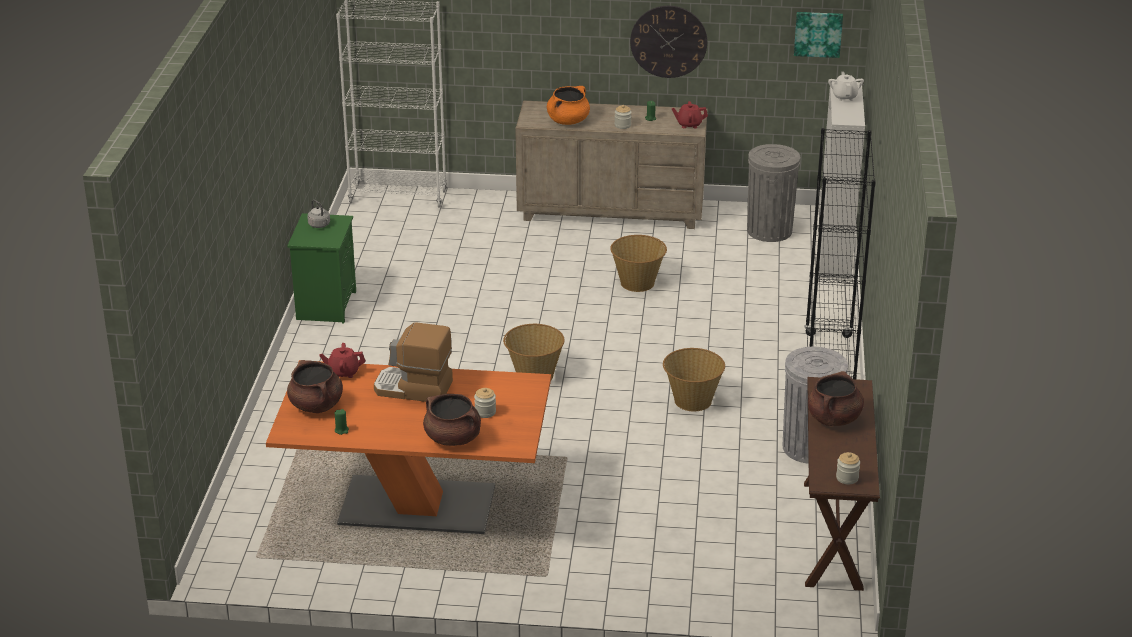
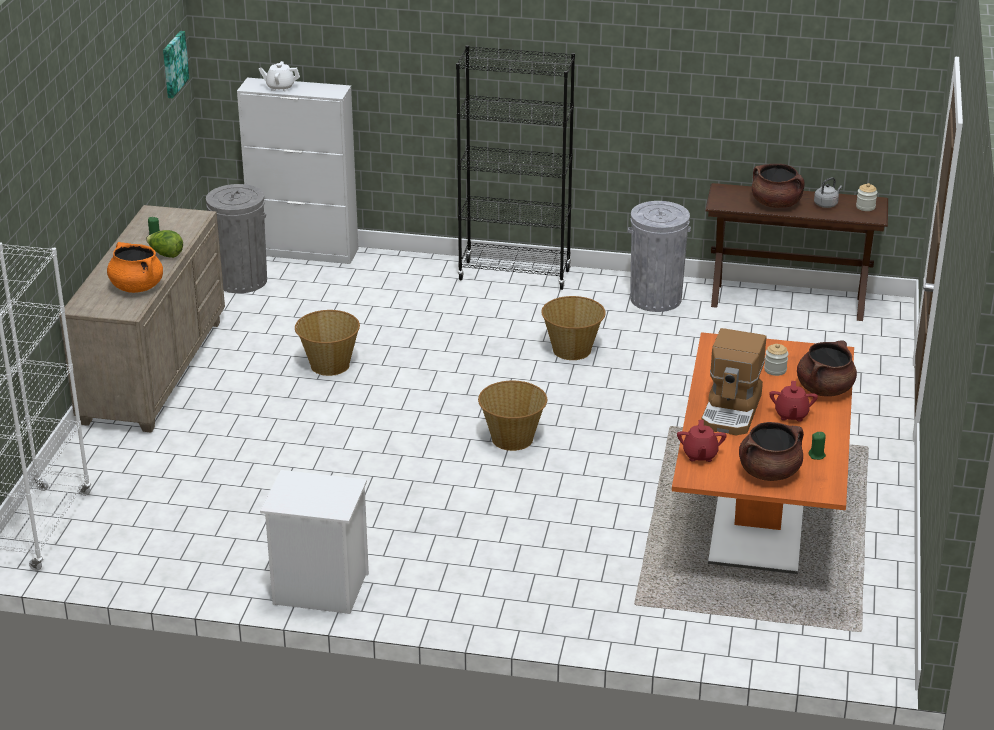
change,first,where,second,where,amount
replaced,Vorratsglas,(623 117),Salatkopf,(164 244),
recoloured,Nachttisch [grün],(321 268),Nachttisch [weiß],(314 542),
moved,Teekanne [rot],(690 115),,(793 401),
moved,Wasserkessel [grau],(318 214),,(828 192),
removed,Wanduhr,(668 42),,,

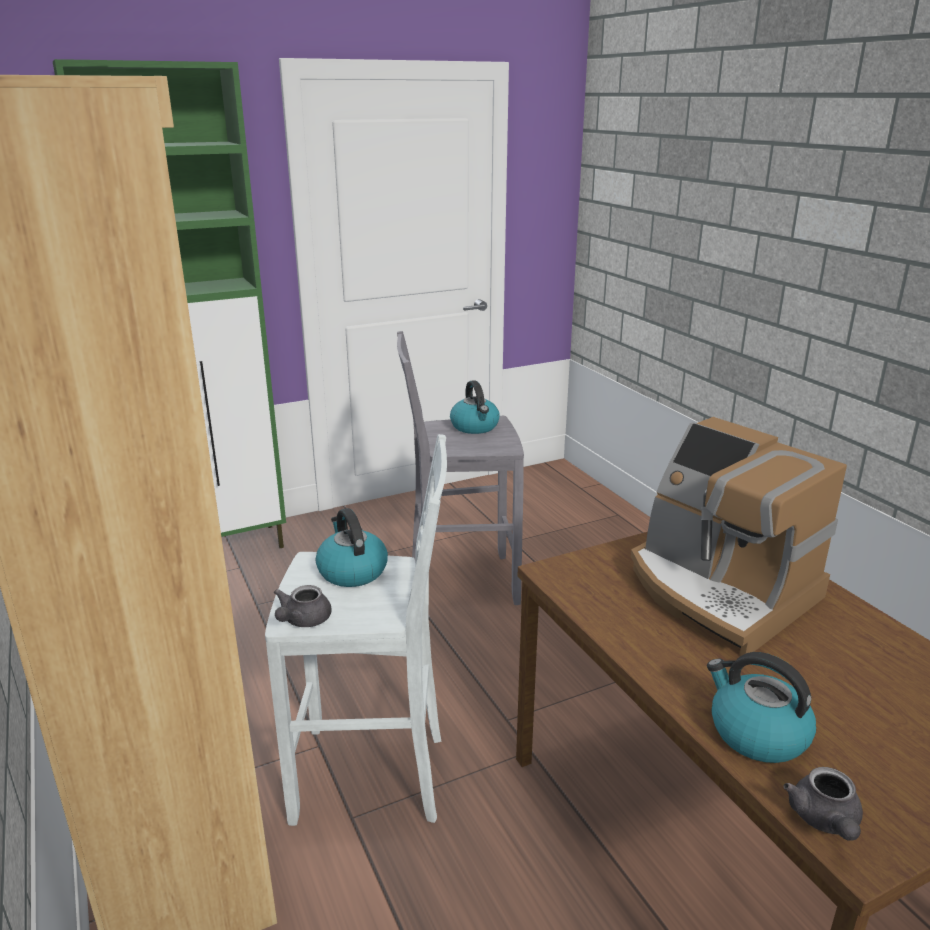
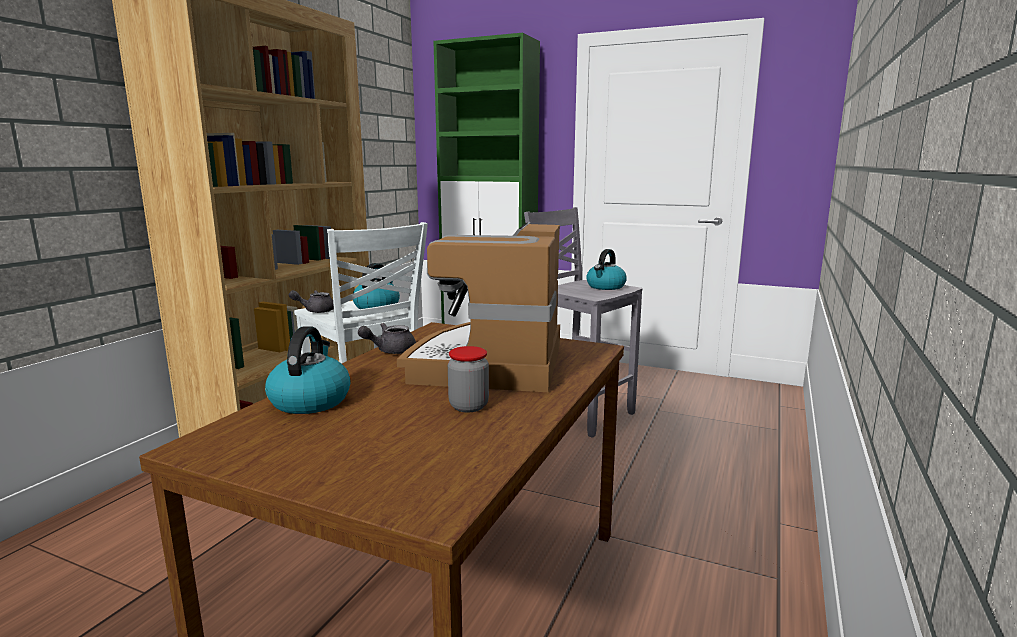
change,first,where,second,where,amount
moved,Teekanne [grau],(823 804),,(387 338),
added,,,Vorratsglas,(468 379),

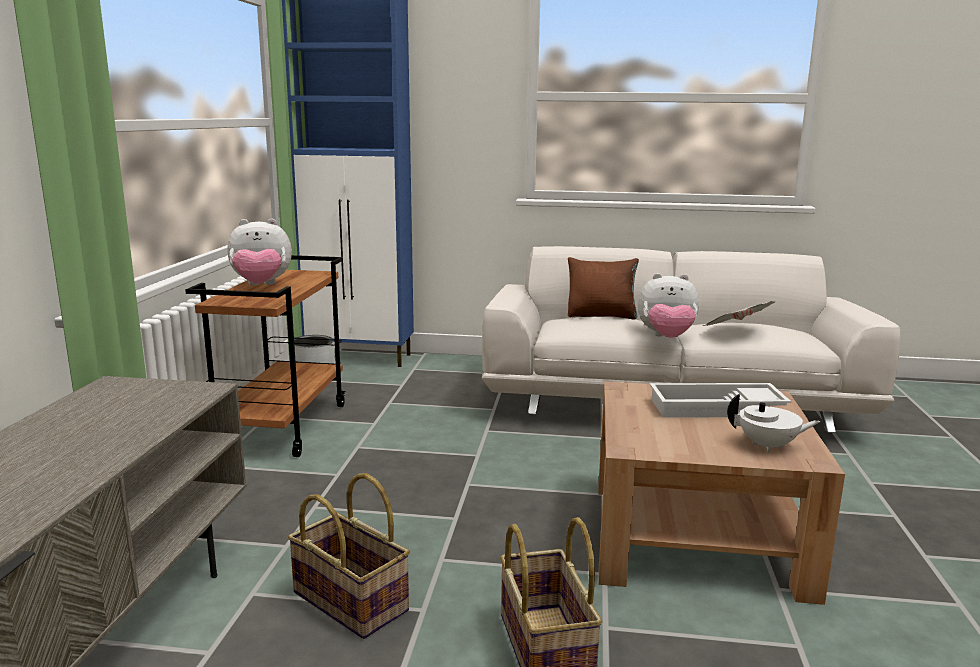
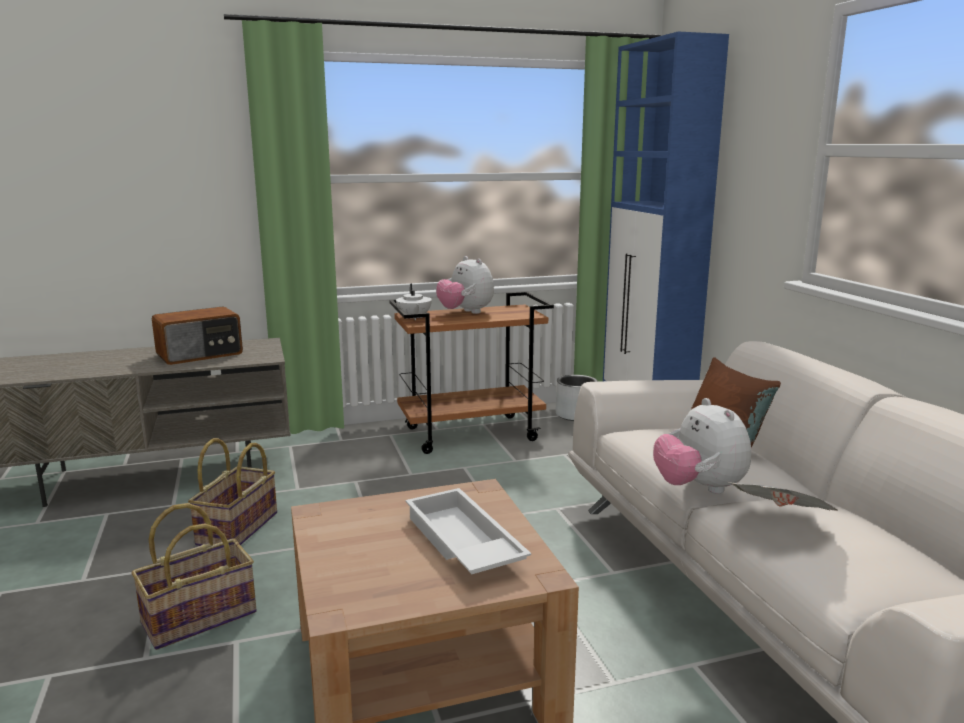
change,first,where,second,where,amount
added,,,Radio,(197 336),
moved,Teekanne [weiß],(774 423),,(414 302),

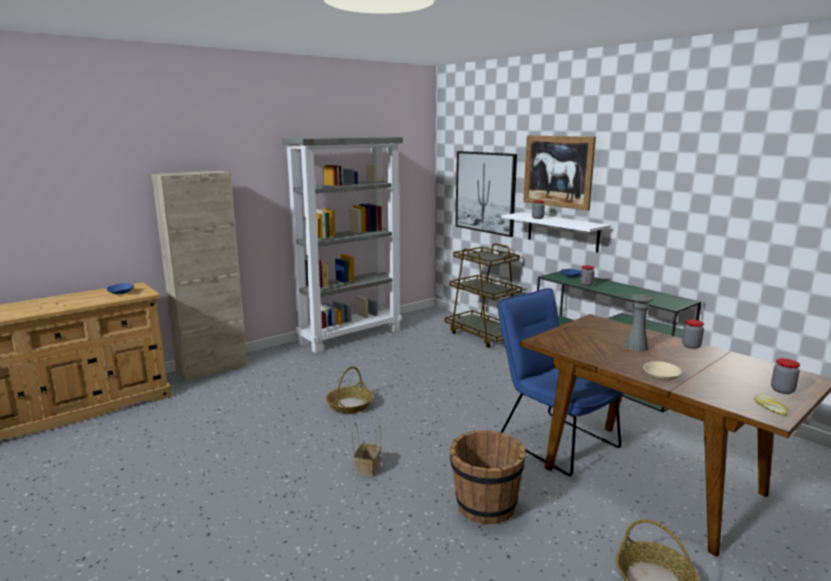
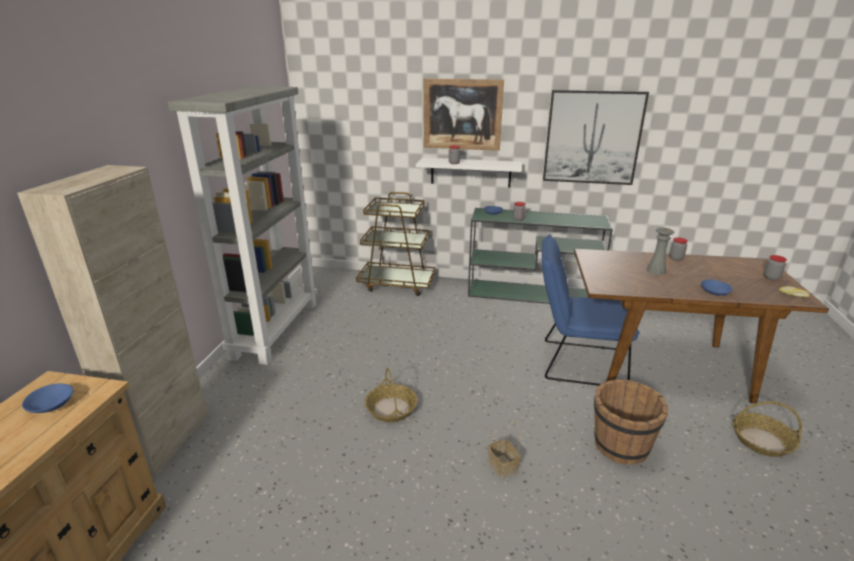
change,first,where,second,where,amount
moved,Bild,(486 194),,(596 137),
recoloured,Schüssel [beige],(662 371),Schüssel [blau],(717 288),

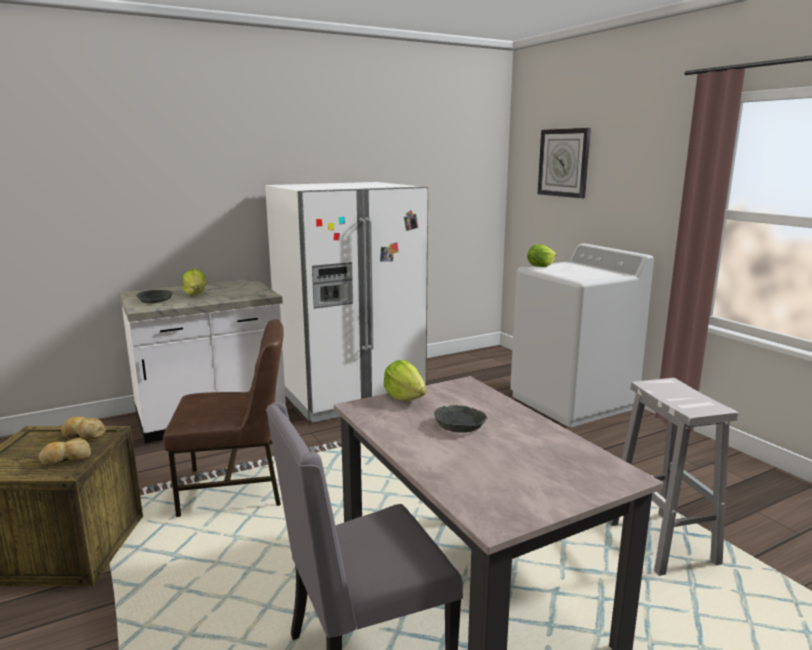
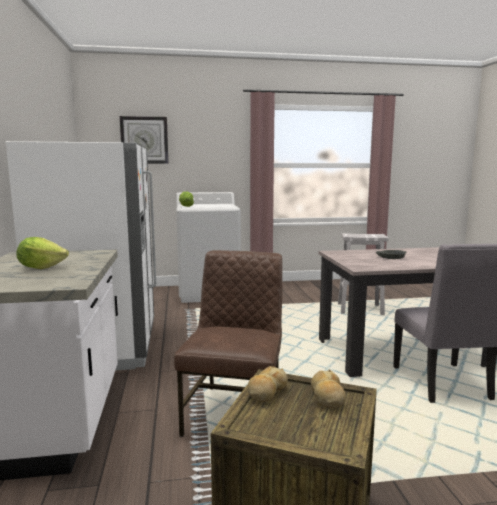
change,first,where,second,where,amount
removed,Schüssel [grau],(154 296),,,
removed,Salatkopf,(405 380),,,

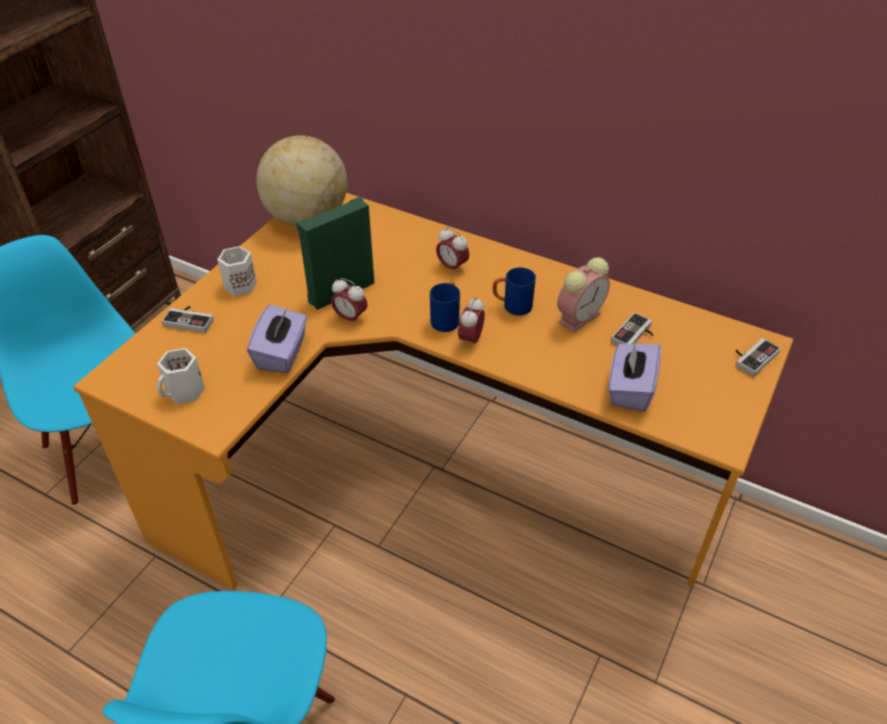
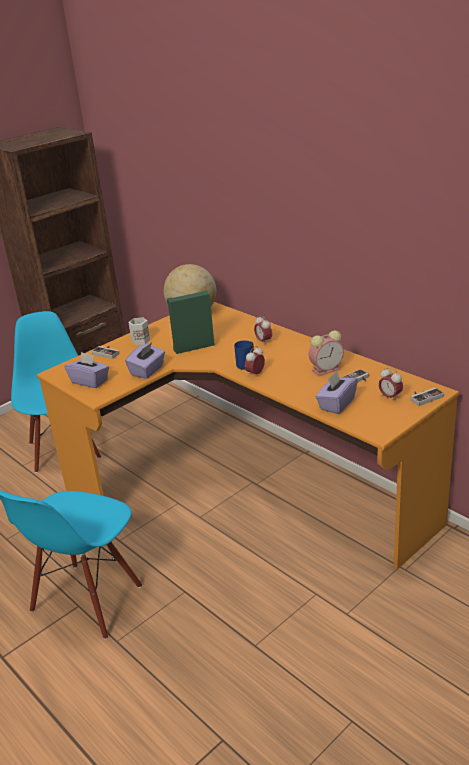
change,first,where,second,where,amount
replaced,Henkelbecher [weiß],(181 376),Taschentuchbox [lila],(87 370),
moved,Wecker,(349 302),,(391 384),
removed,Henkelbecher [blau],(514 292),,,

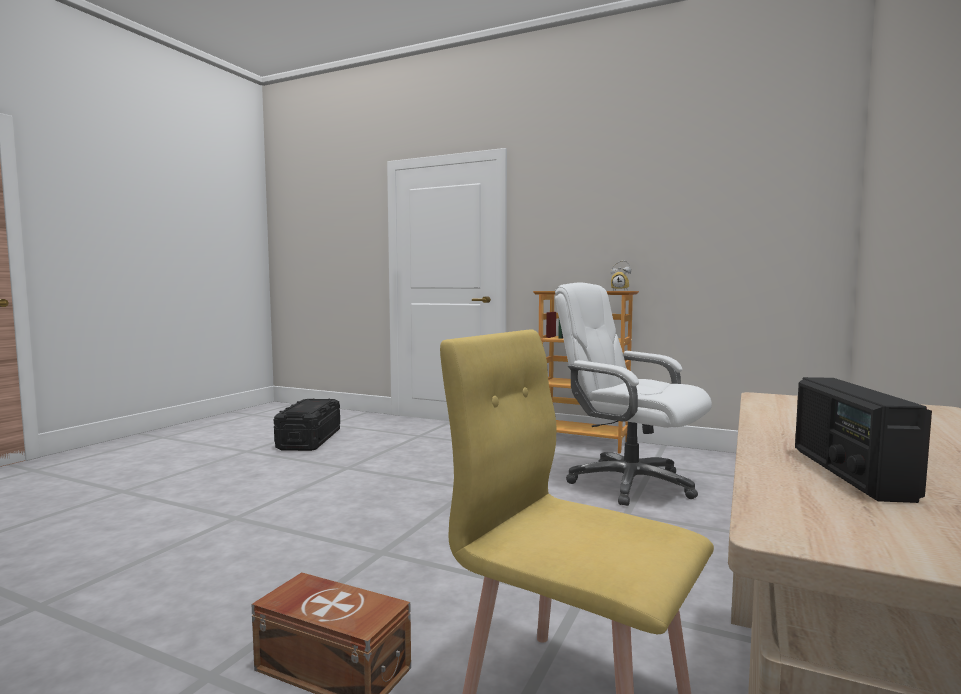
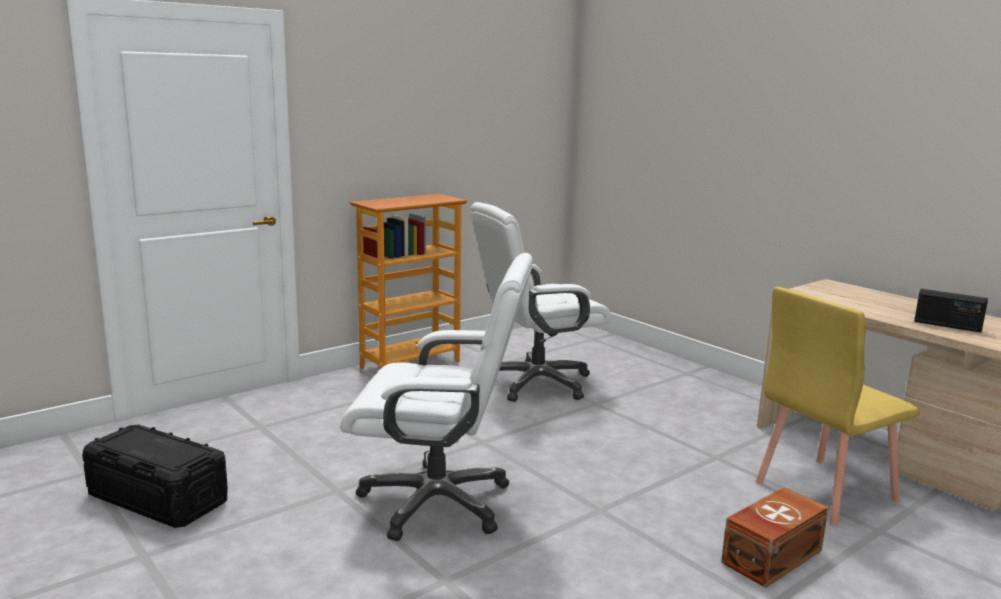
change,first,where,second,where,amount
added,,,Bürostuhl [weiß],(437 397),
removed,Wecker,(621 275),,,

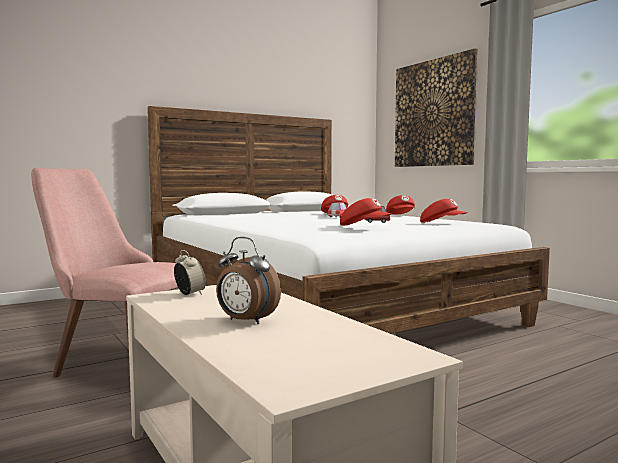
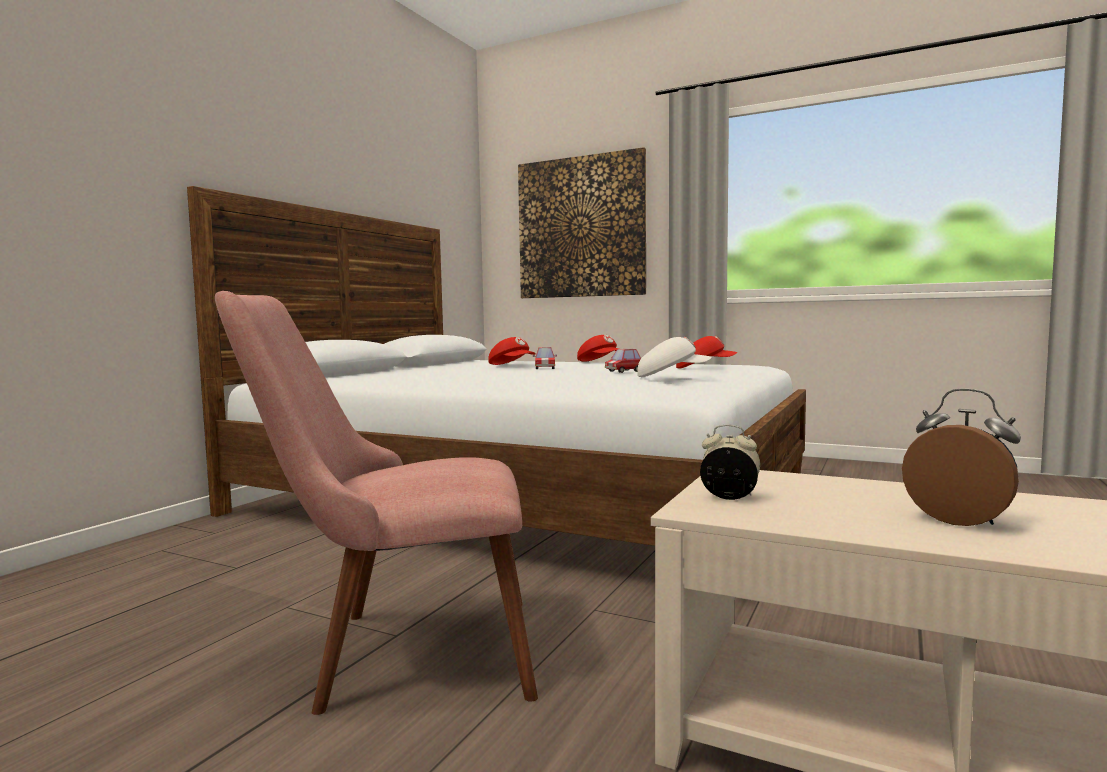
change,first,where,second,where,amount
recoloured,Kappe [rot],(365 212),Kappe [weiß],(674 357),
turned,Wecker,(248 280),,(961 457),135 degrees counterclockwise

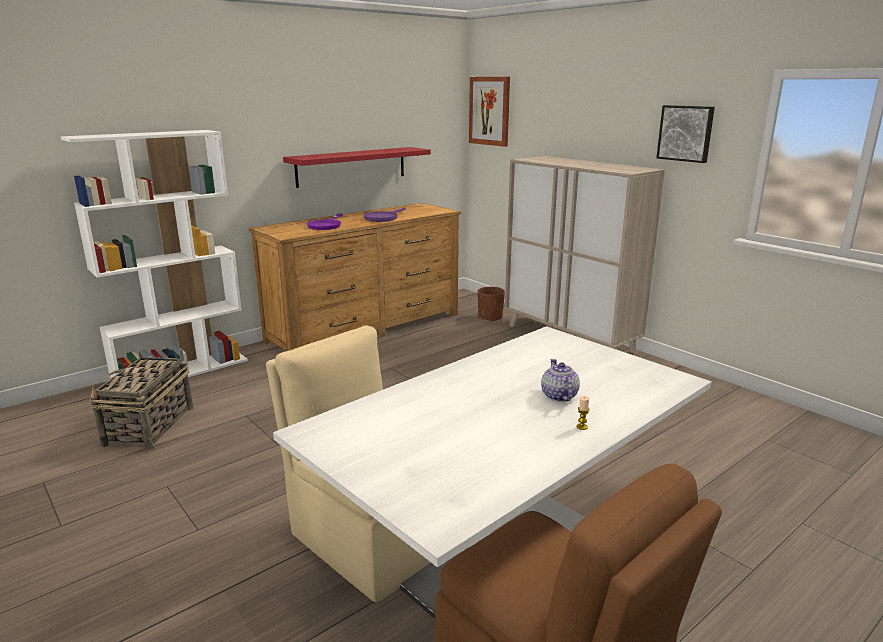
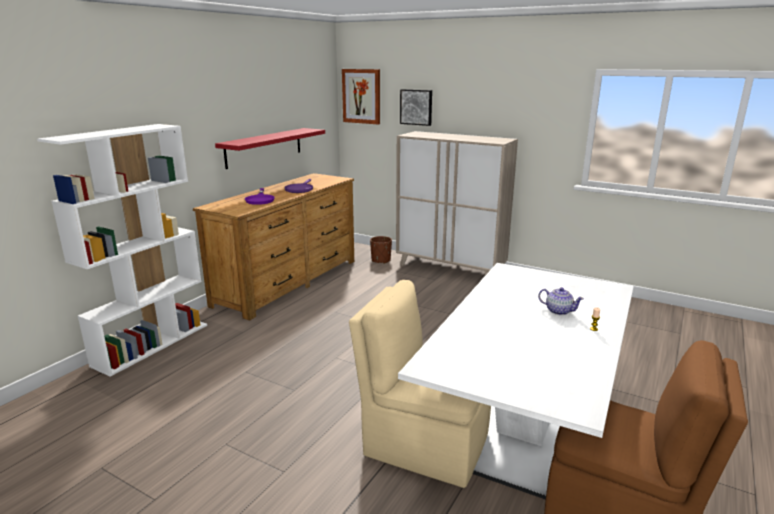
change,first,where,second,where,amount
moved,Bild,(685 134),,(416 107),
turned,Teekanne,(560 380),,(561 301),150 degrees clockwise
removed,Korb,(141 400),,,

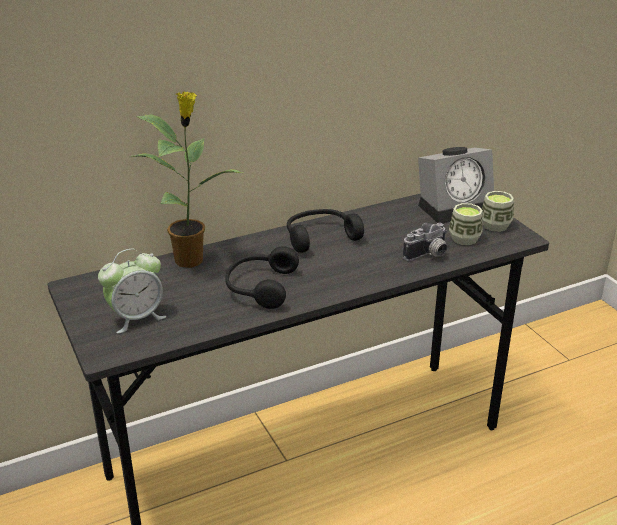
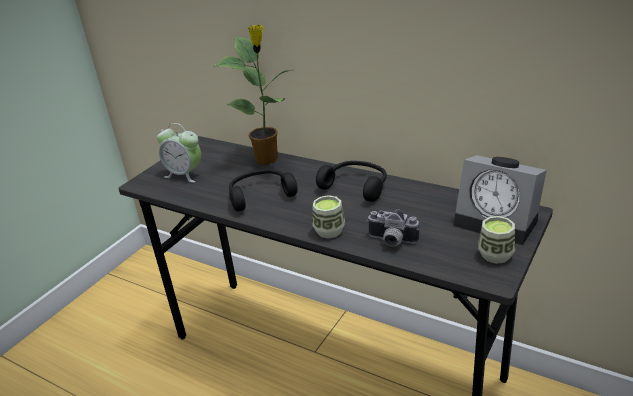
change,first,where,second,where,amount
moved,Tasse,(466 224),,(328 216),

